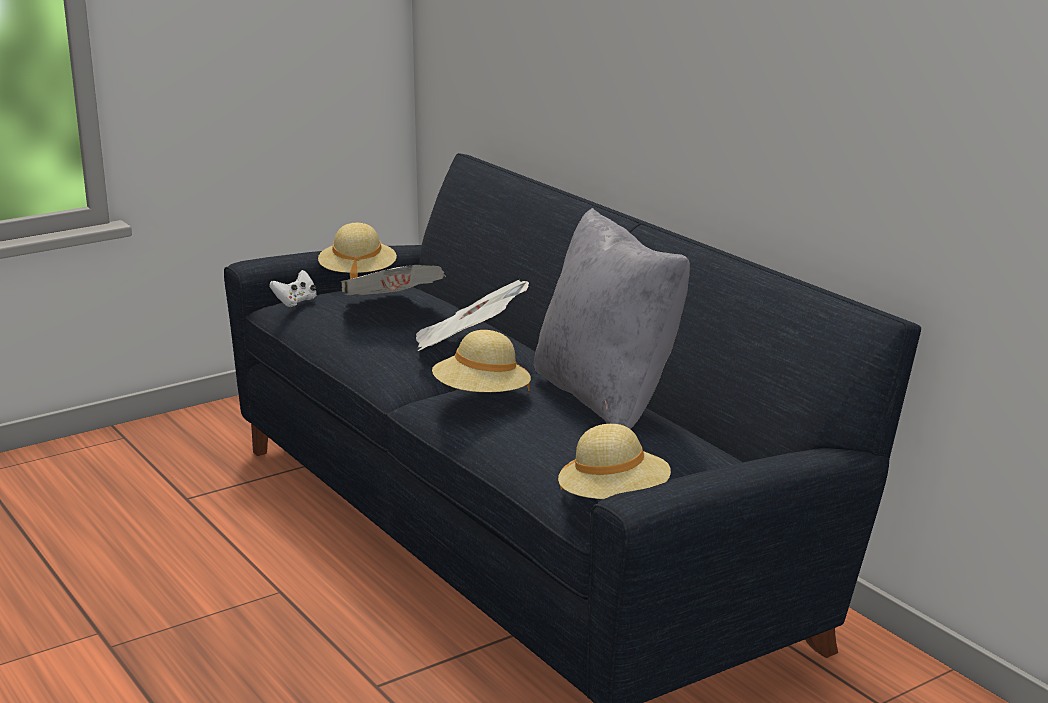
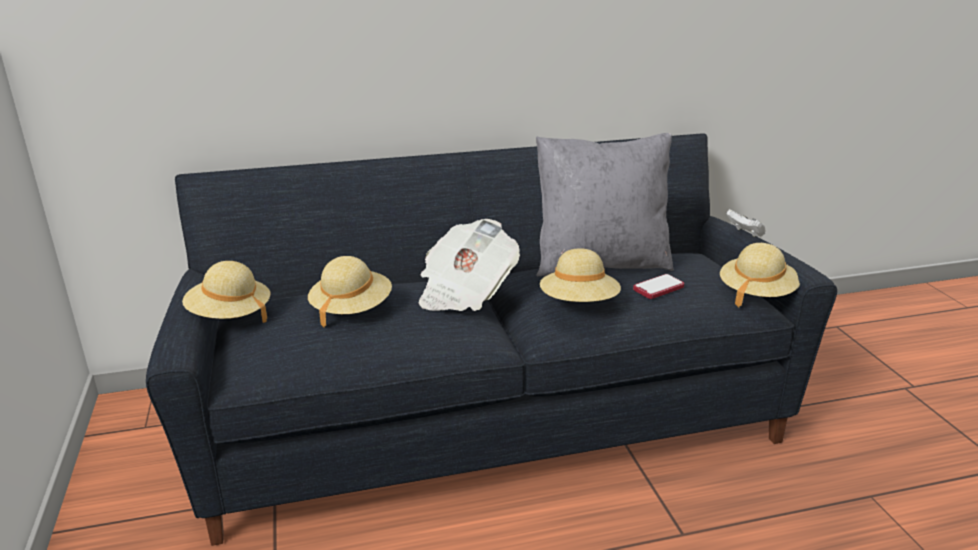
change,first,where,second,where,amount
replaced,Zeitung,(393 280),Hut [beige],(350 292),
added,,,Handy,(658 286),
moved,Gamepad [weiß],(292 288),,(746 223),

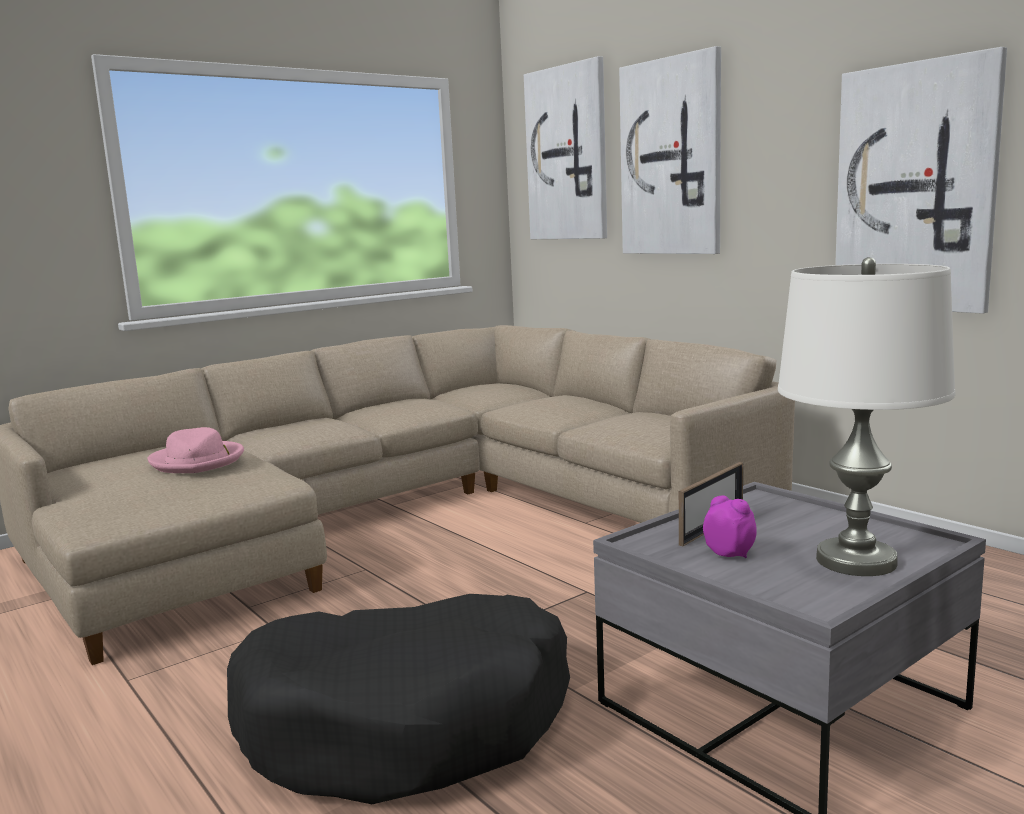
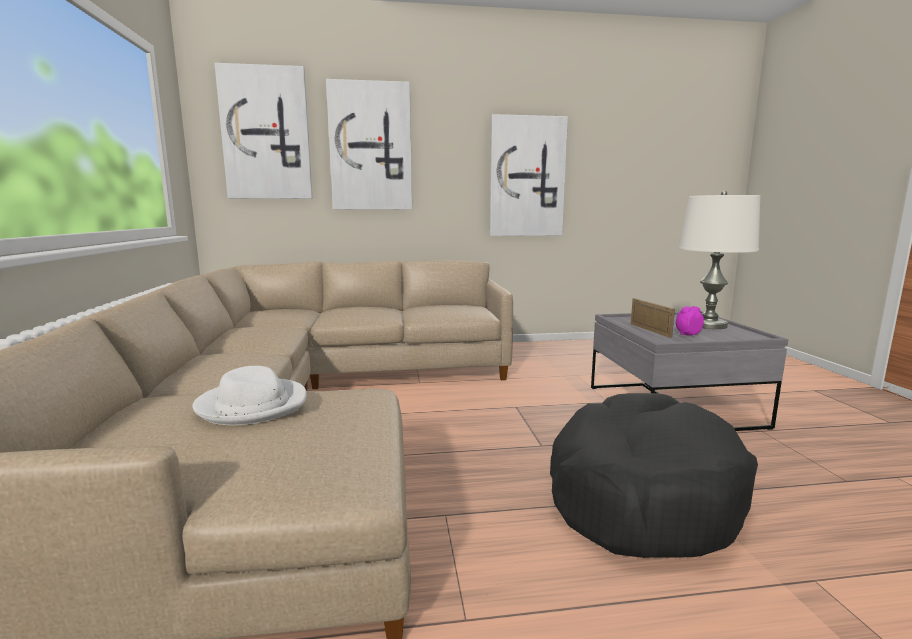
change,first,where,second,where,amount
recoloured,Hut [rosa],(195 450),Hut [weiß],(249 395),

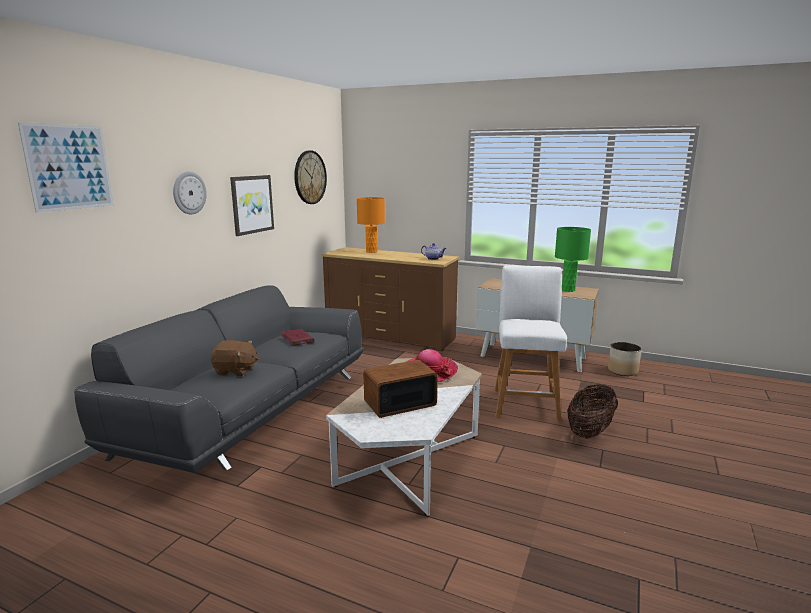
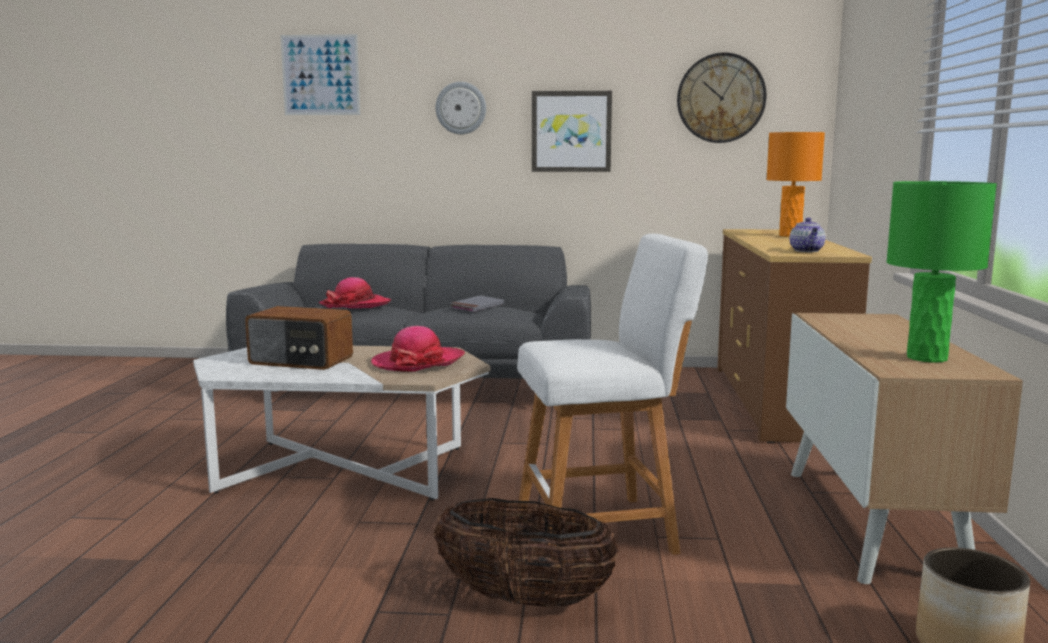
change,first,where,second,where,amount
turned,Radio,(400 389),,(299 338),150 degrees clockwise
replaced,Plüschtier [braun],(235 358),Hut,(355 292),
recoloured,Buch [rot],(297 337),Buch [grau],(476 303),

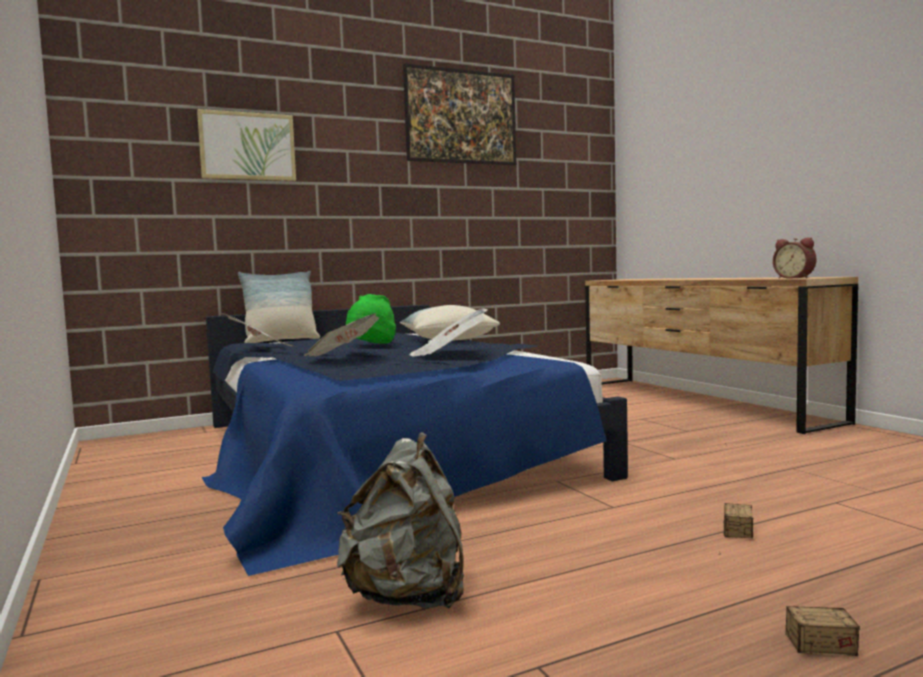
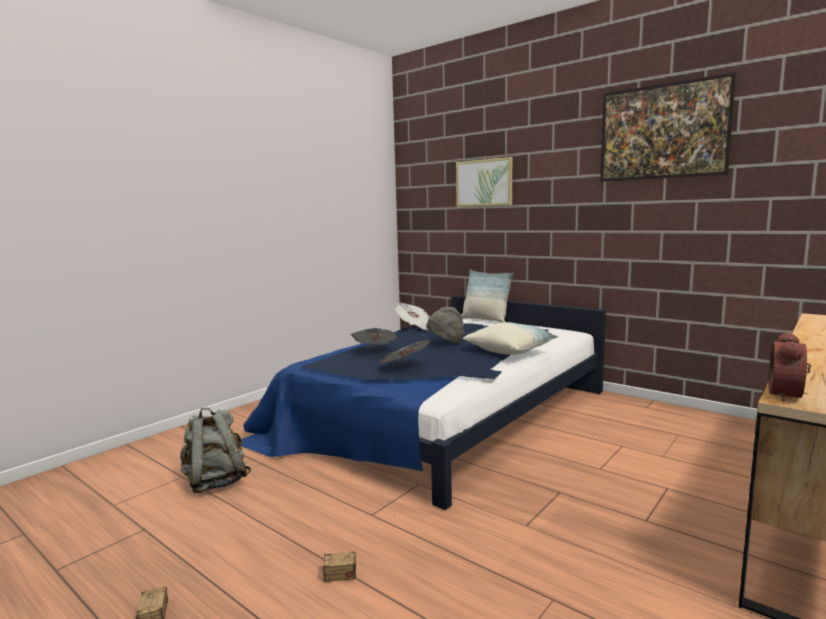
change,first,where,second,where,amount
recoloured,Hut [grün],(371 319),Hut [grau],(445 325),

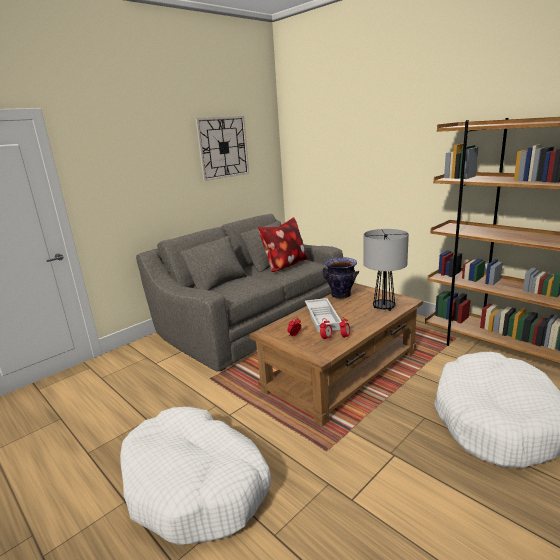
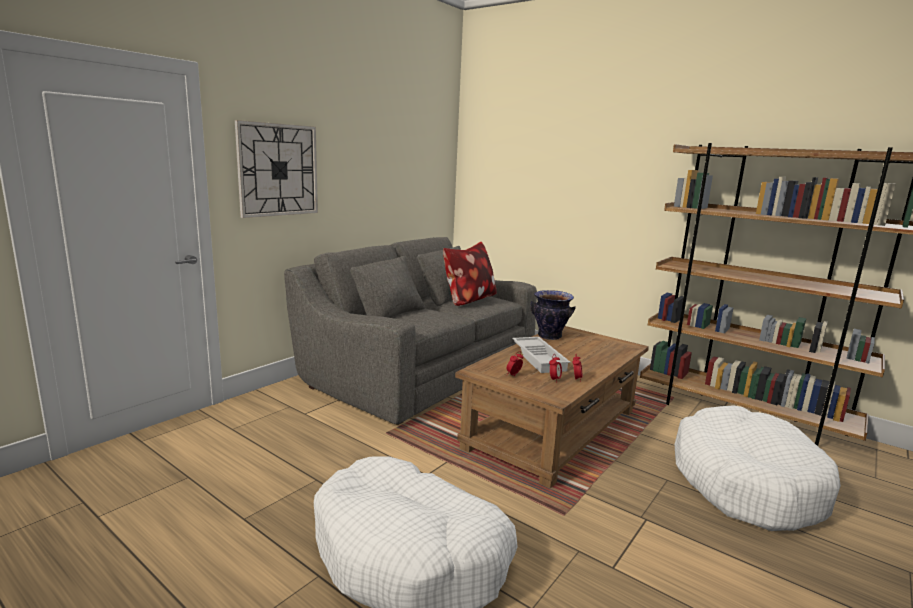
change,first,where,second,where,amount
moved,Wanduhr,(222 148),,(276 169),
removed,Tischlampe,(386 270),,,

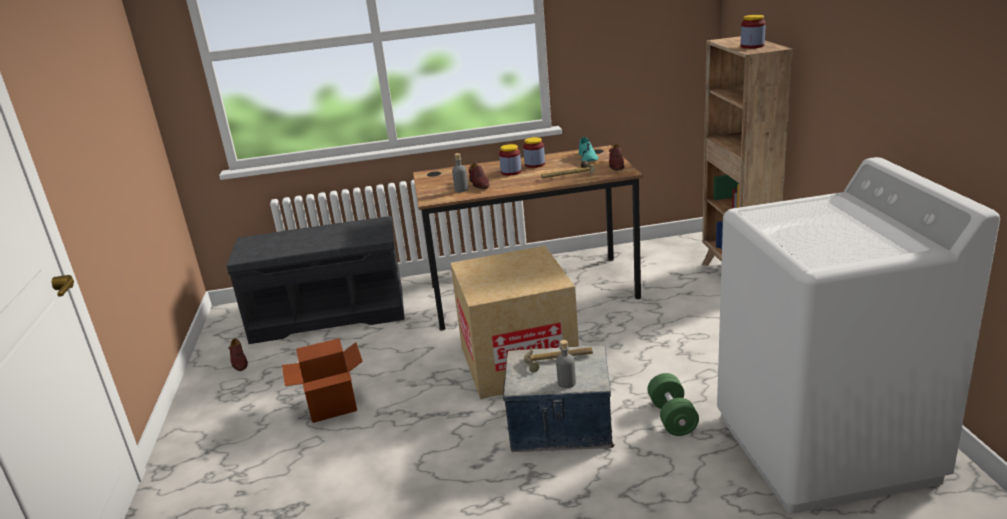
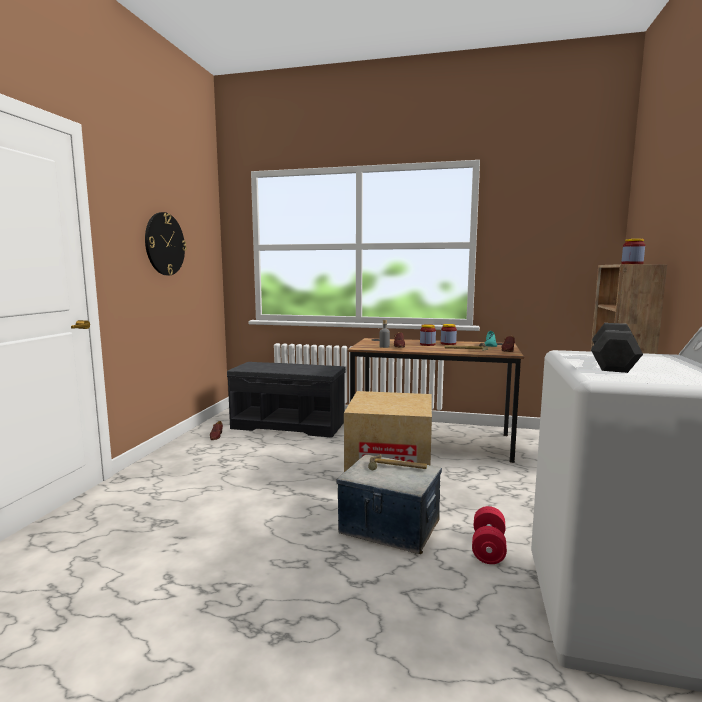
change,first,where,second,where,amount
added,,,Wanduhr,(166 243),
recoloured,Hantel [grün],(673 404),Hantel [rot],(489 535),
added,,,Hantel [grau],(617 348),
removed,Karton,(322 380),,,
removed,Flasche [grau],(566 364),,,

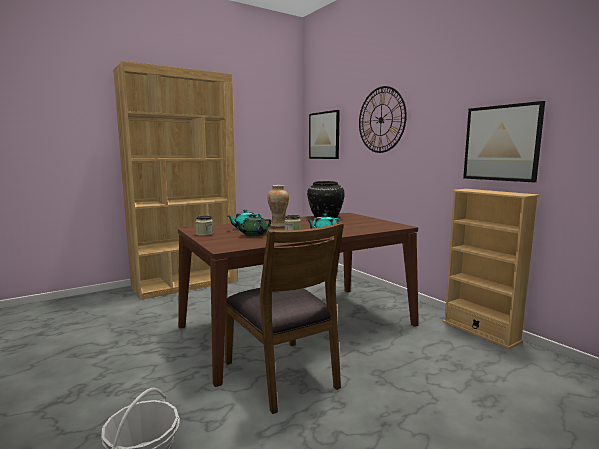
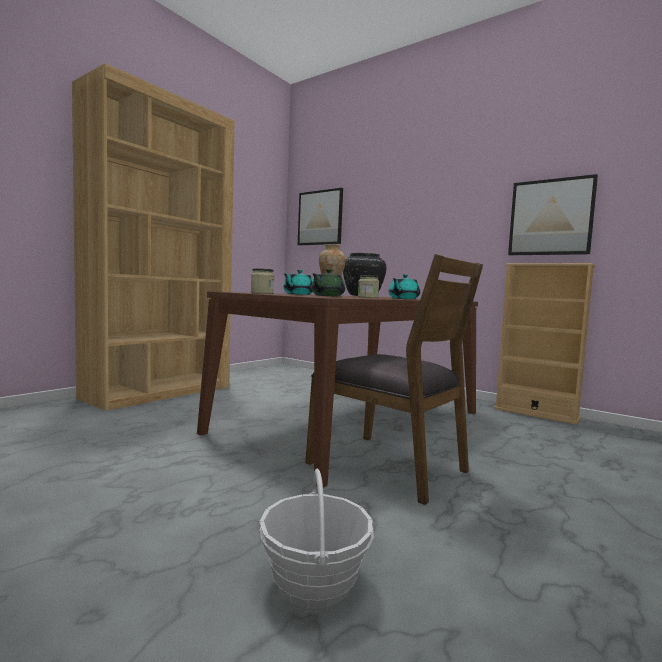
change,first,where,second,where,amount
removed,Wanduhr,(383 119),,,

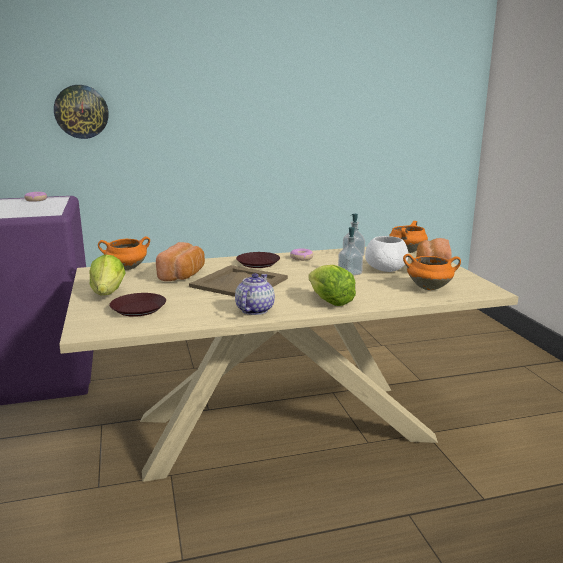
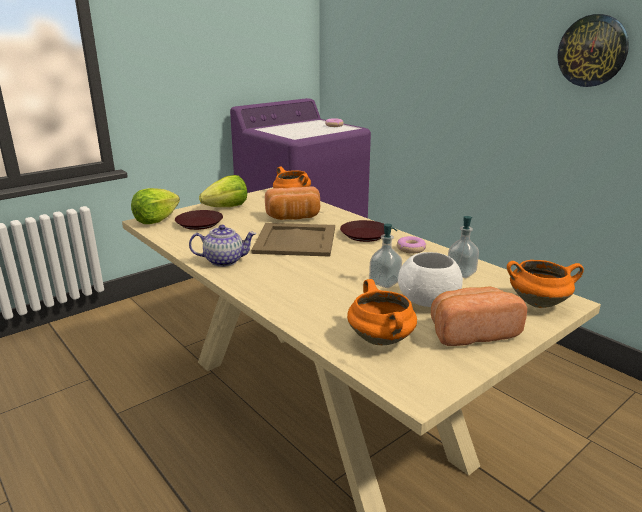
change,first,where,second,where,amount
moved,Salatkopf,(332 285),,(155 206),
moved,Wanduhr,(81 112),,(593 50),

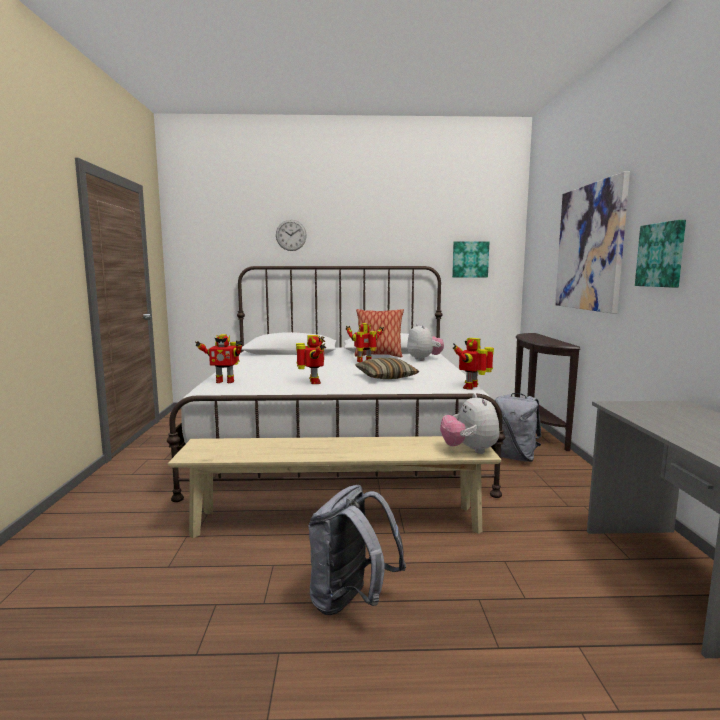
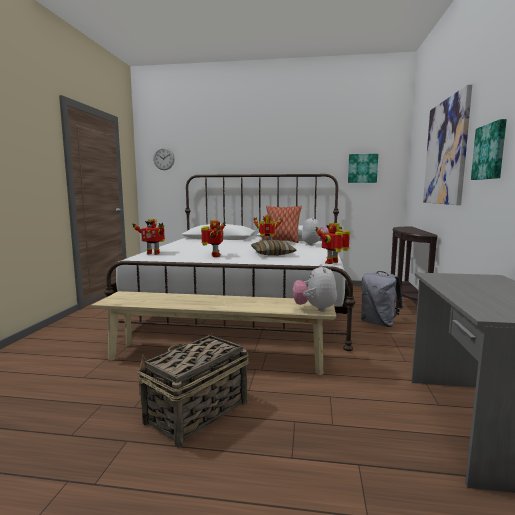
change,first,where,second,where,amount
replaced,Rucksack [grau],(357 550),Korb,(193 388),
moved,Wanduhr,(291 235),,(164 158),

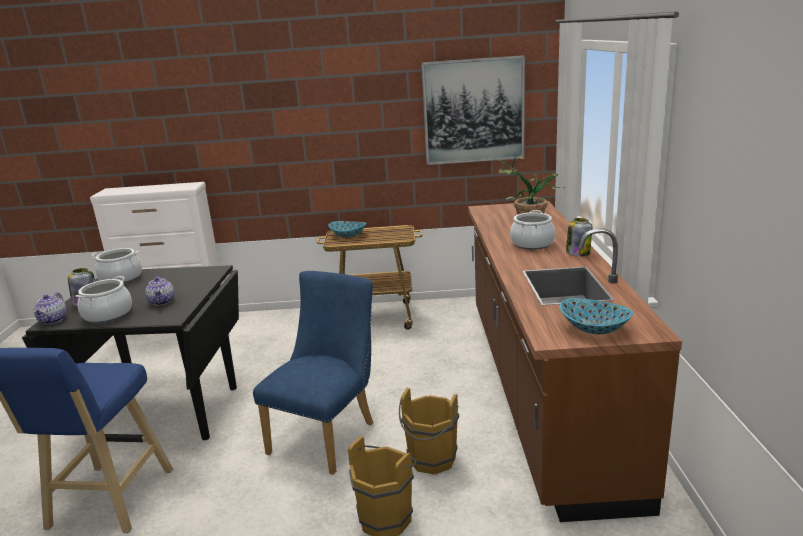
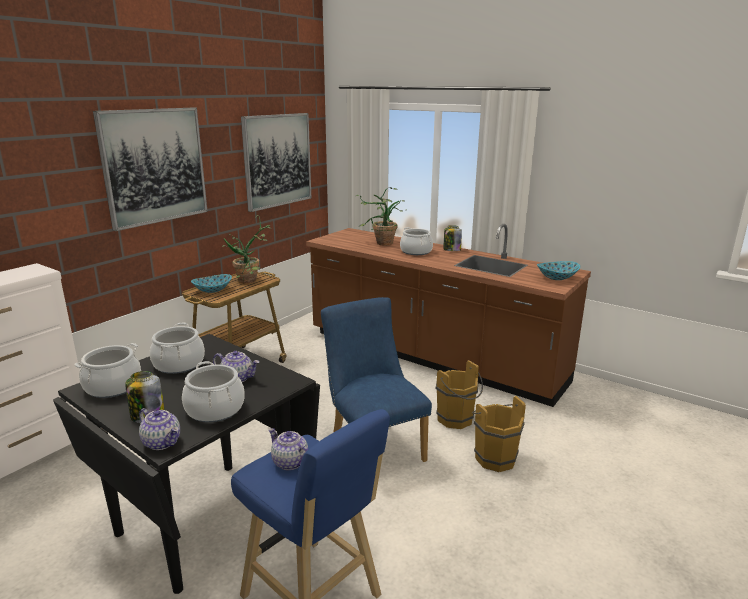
change,first,where,second,where,amount
added,,,Bild,(150 169),
added,,,Kochtopf,(177 348),
added,,,Topfpflanze,(246 249),
added,,,Teekanne,(288 449),

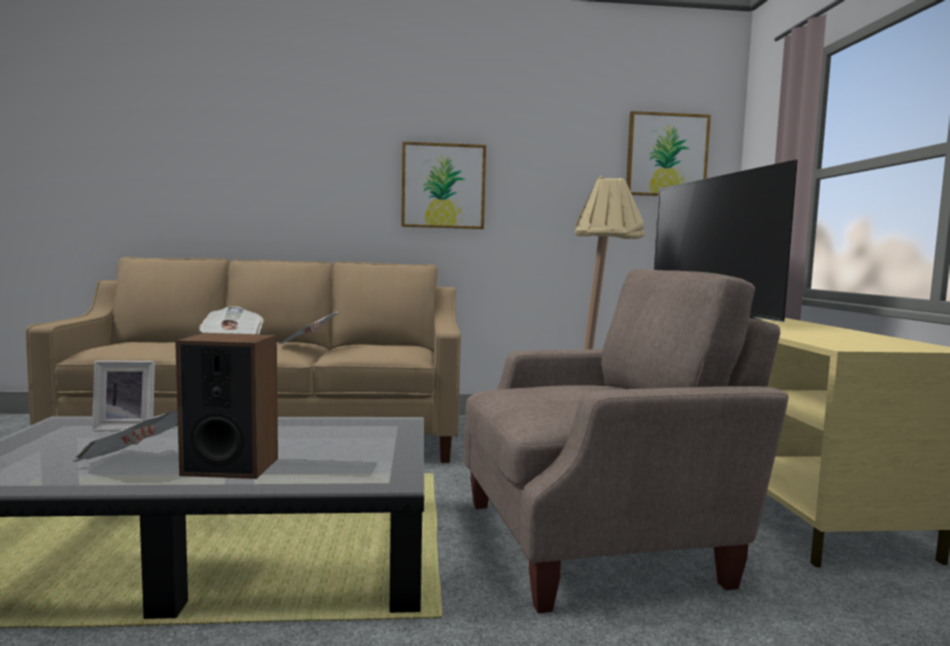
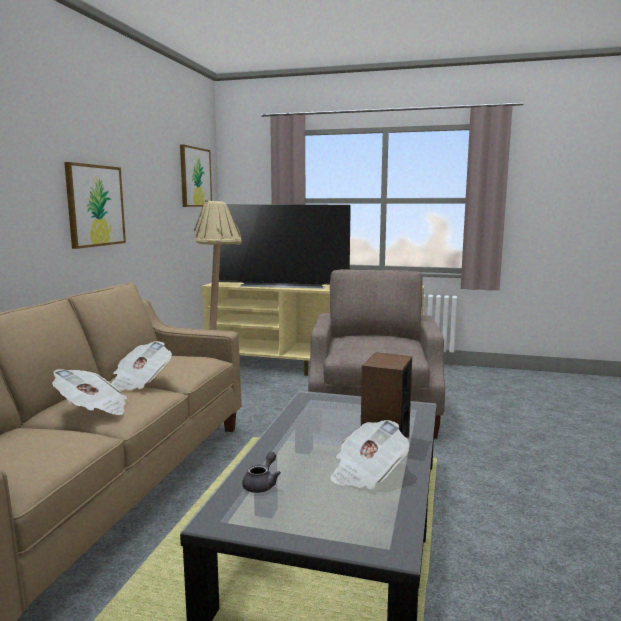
change,first,where,second,where,amount
replaced,Bilderrahmen,(123 396),Teekanne [grau],(261 472),

